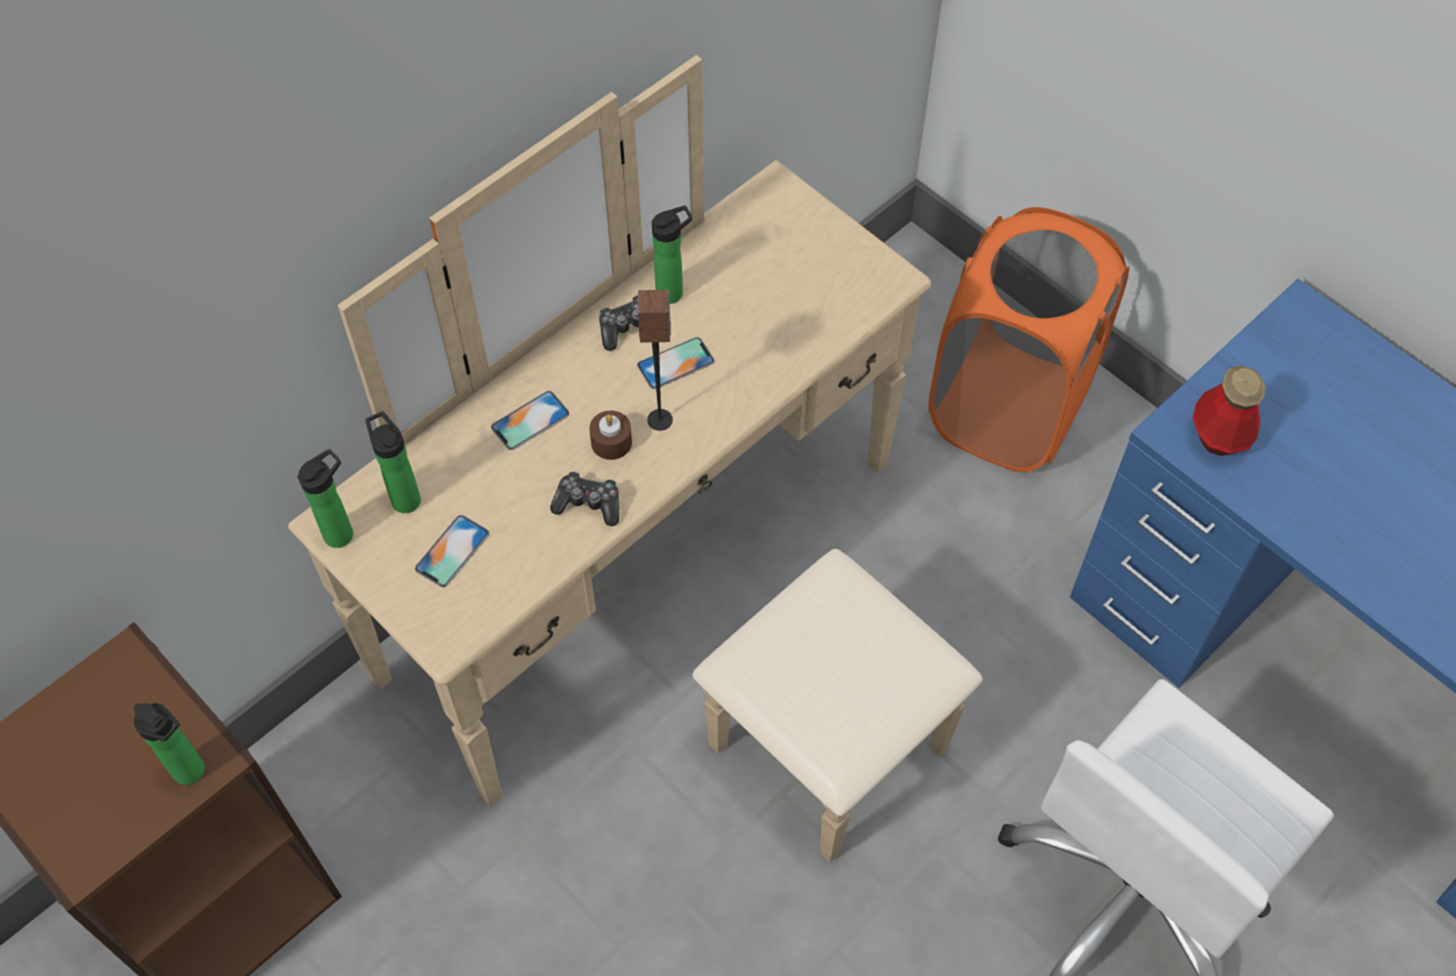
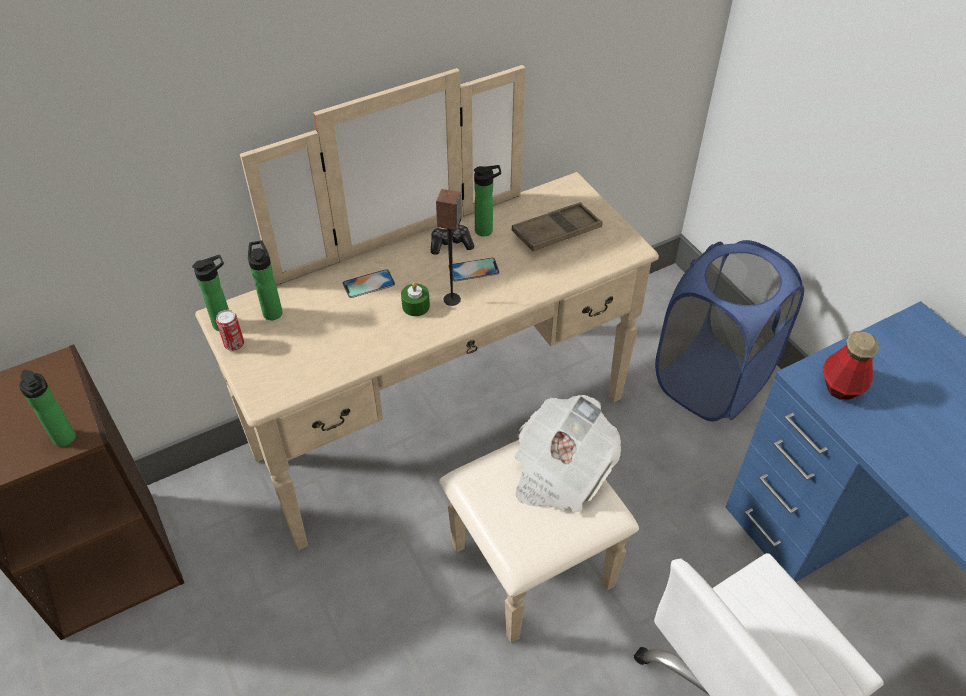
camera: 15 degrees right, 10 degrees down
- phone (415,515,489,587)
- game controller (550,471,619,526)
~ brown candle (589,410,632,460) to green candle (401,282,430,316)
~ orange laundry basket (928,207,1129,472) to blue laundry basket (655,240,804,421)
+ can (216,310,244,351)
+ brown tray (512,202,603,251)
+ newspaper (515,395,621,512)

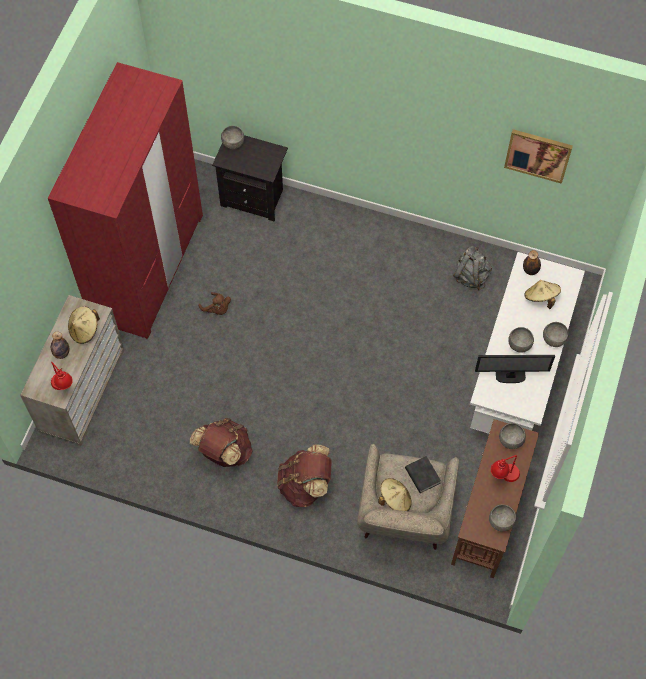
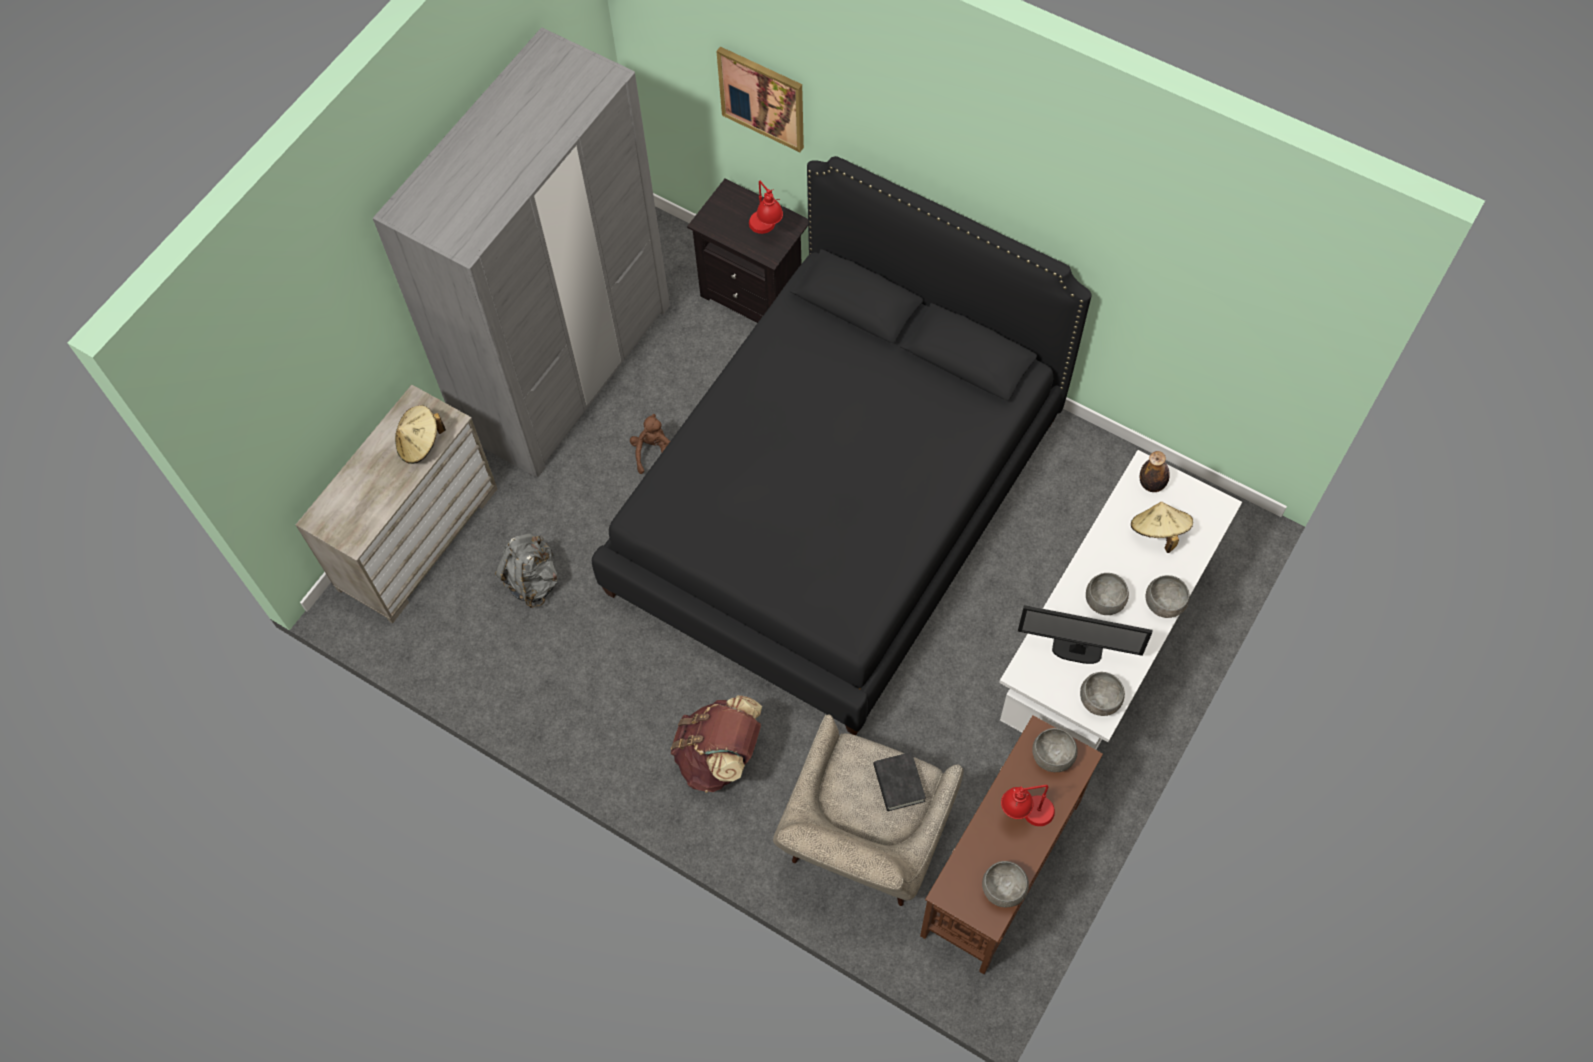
camera: 15 degrees right, 0 degrees up
~ red wardrobe (48,62,203,339) to grey wardrobe (373,27,670,478)
- bottle (51,332,70,359)
~ red table lamp (51,362,73,390) to (749,181,783,234)
- brown backpack (190,418,253,467)
~ brown plush toy (199,292,231,315) = (630,414,670,474) 150 degrees counterclockwise
~ grey bowl (221,126,244,149) to (1080,672,1125,716)
- beige hat (378,478,412,511)
~ grey backpack (453,246,492,290) to (495,533,558,608)
~ picture (504,129,573,184) to (716,47,804,152)
+ black bed (592,156,1092,735)

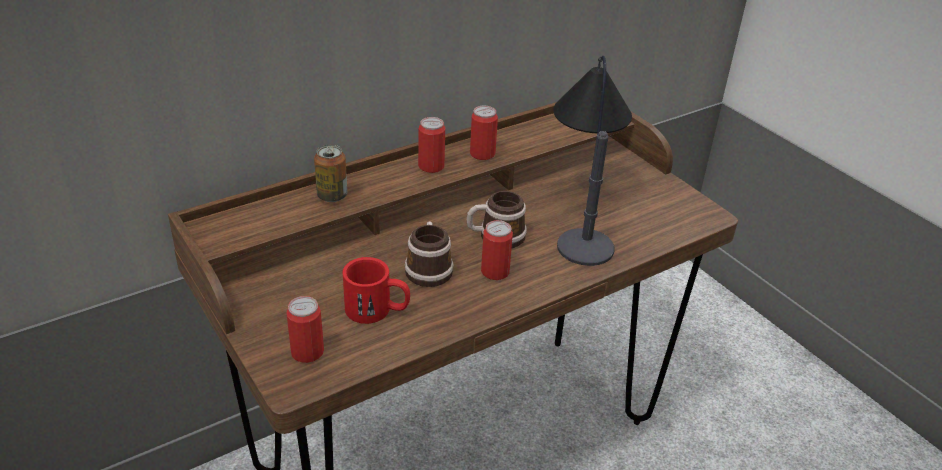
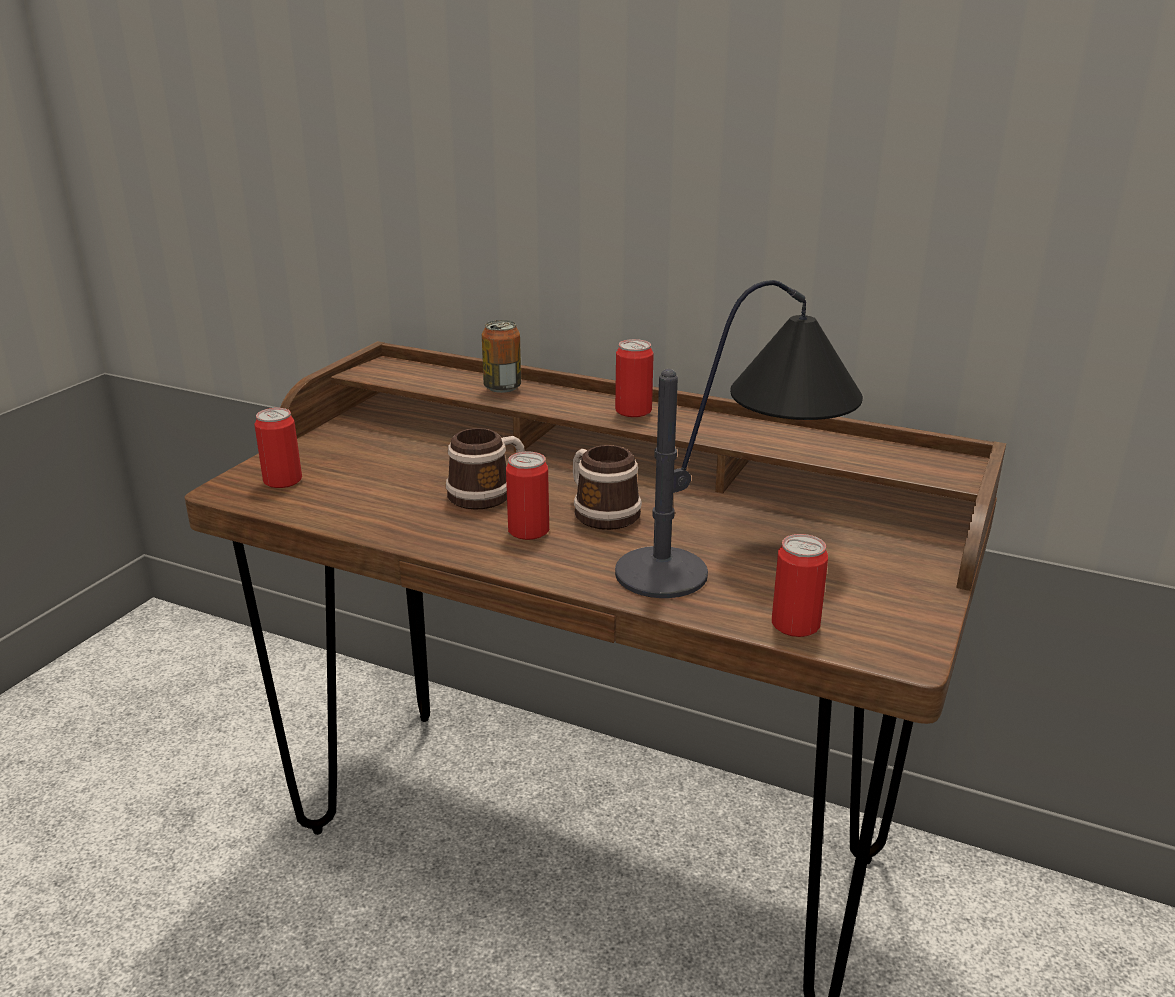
camera: 60 degrees right, 10 degrees down
- red mug (343,257,410,324)
~ can (470,106,498,160) to (772,534,828,637)

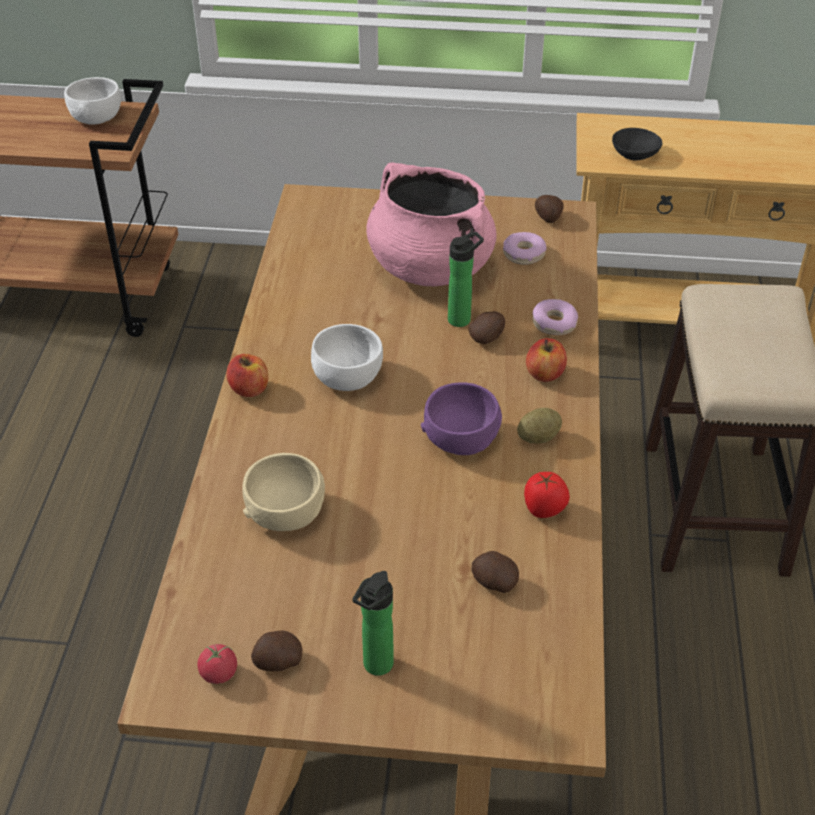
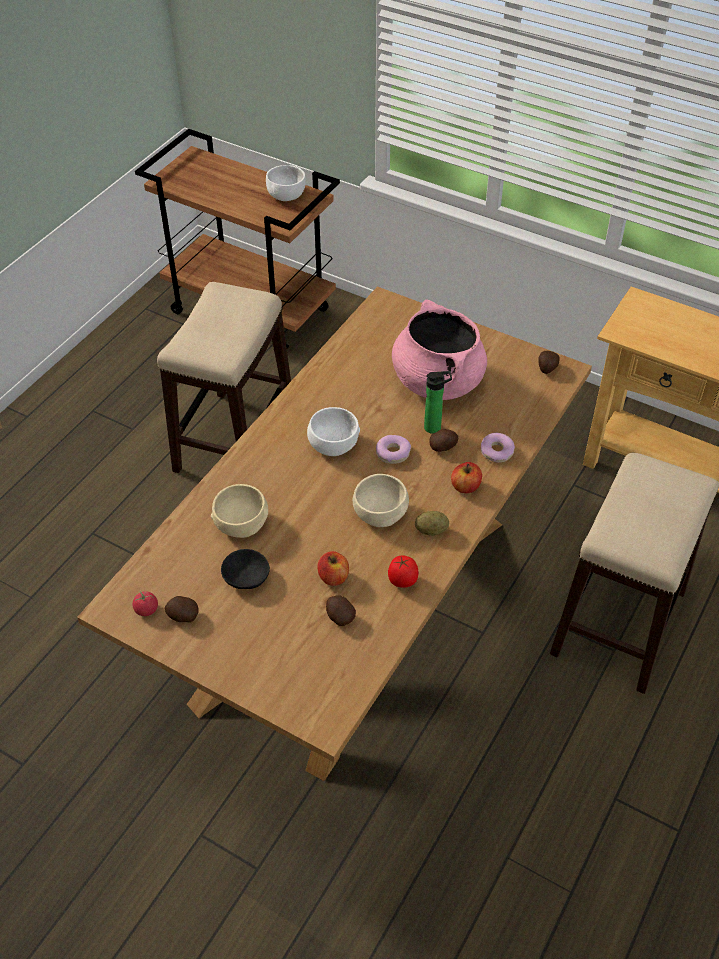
camera: 25 degrees right, 5 degrees up
~ apple (226,354,268,397) to (317,551,349,586)
- bottle (352,571,394,676)
~ purple bowl (421,382,502,455) to beige bowl (352,474,409,527)
~ donut (503,232,546,265) to (376,435,411,464)
~ black bowl (612,128,663,160) to (221,549,270,589)
+ stool (157,282,291,473)

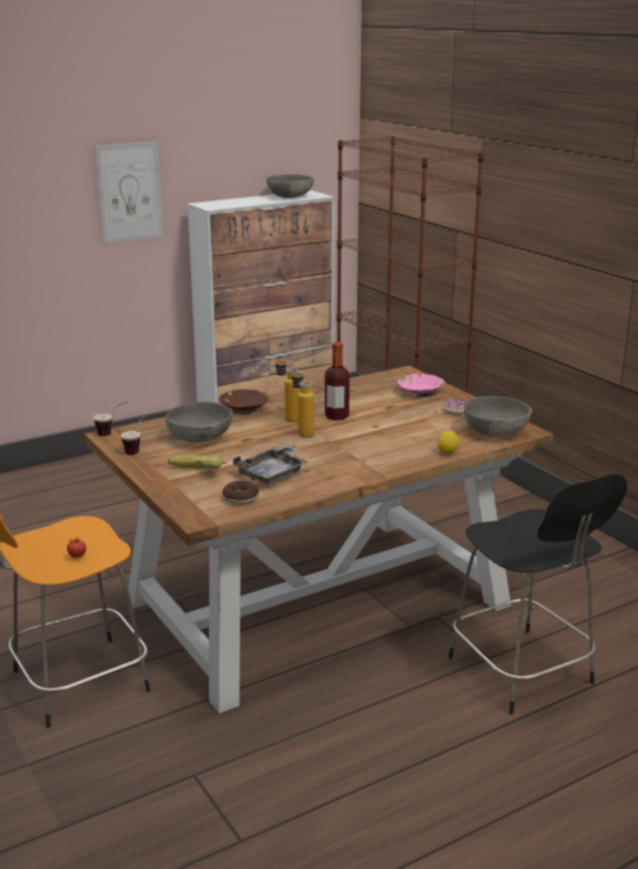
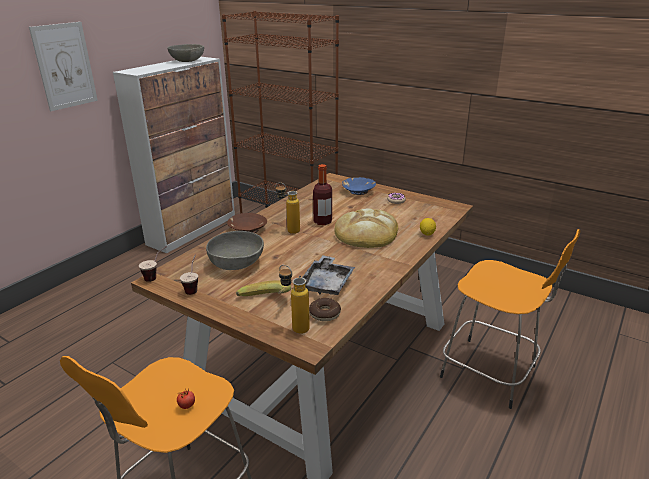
camera: 25 degrees left, 5 degrees up
~ bottle (291,367,314,438) to (279,265,310,334)
~ pink bowl (398,373,445,397) to blue bowl (342,177,376,195)
~ black stool (448,474,627,714) to orange stool (440,229,580,409)
- grey bowl (464,396,532,437)
+ bread (334,208,398,248)

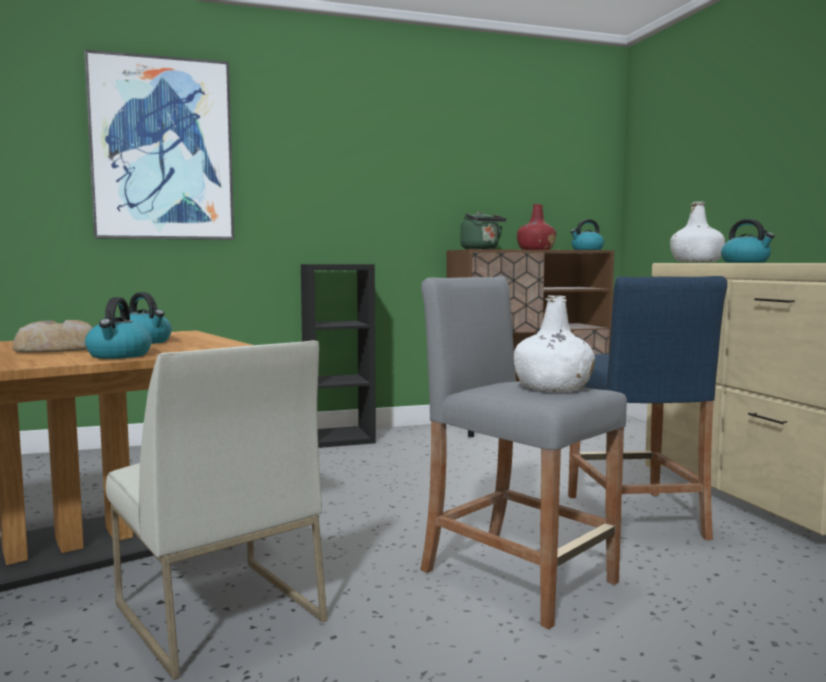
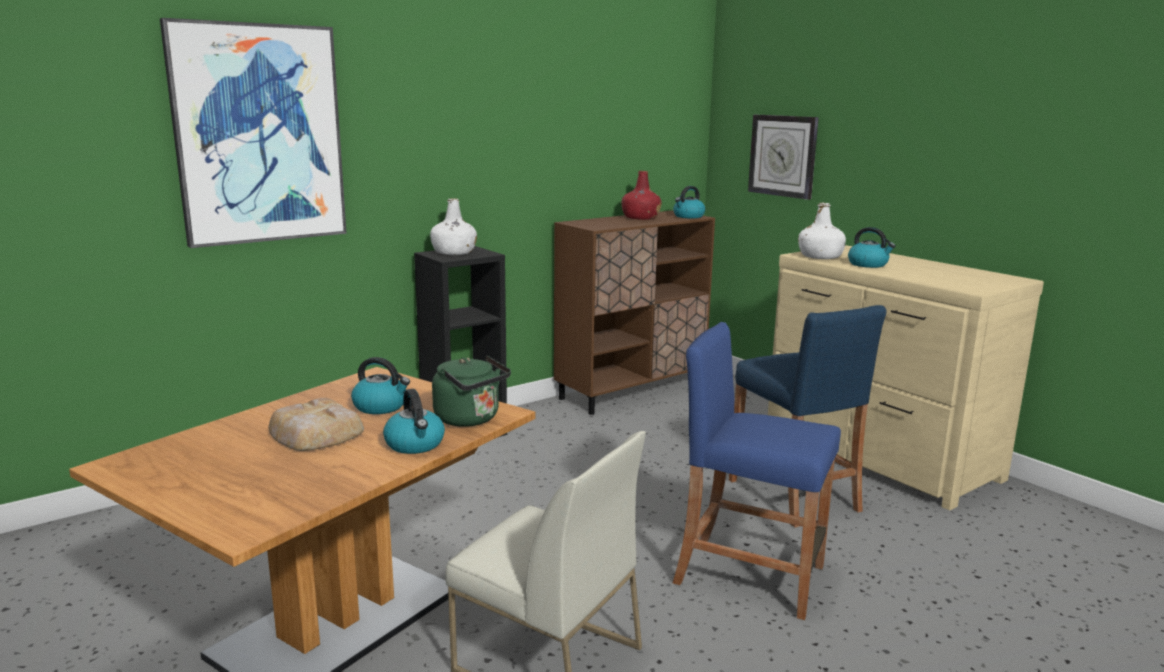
camera: 20 degrees left, 10 degrees up
~ grey stool (421,276,627,629) to blue stool (673,322,841,620)
~ green kettle (460,212,506,249) to (432,356,511,427)
~ white bottle (514,295,595,392) to (430,198,477,255)
+ wall clock (748,115,819,200)

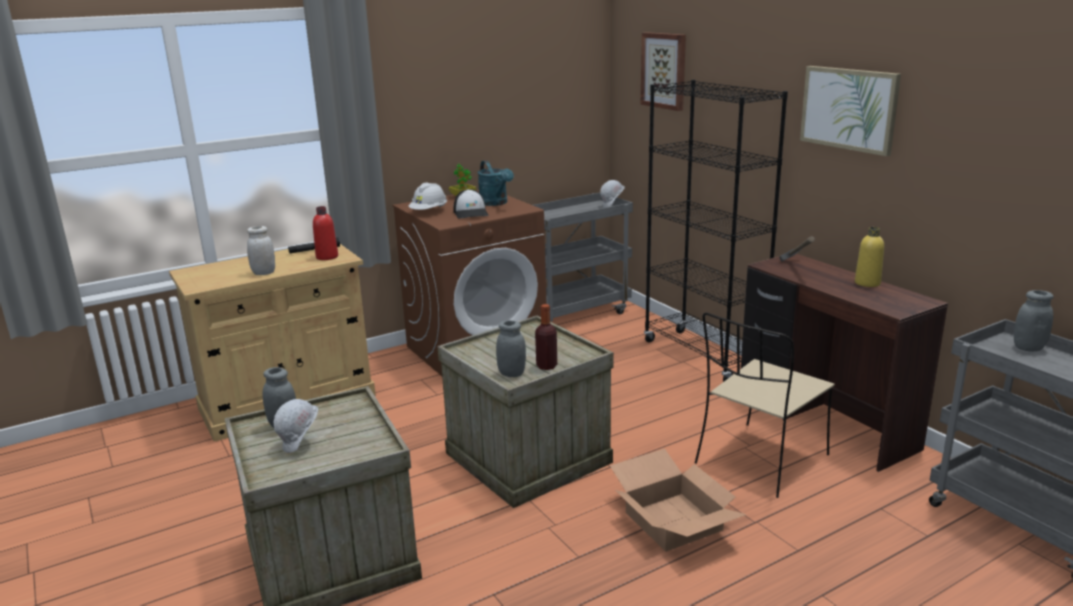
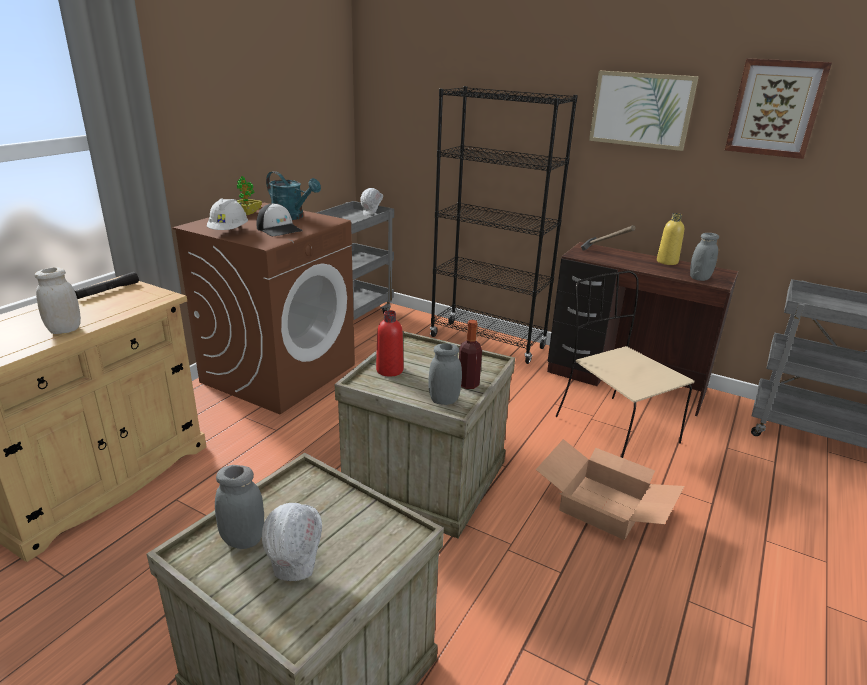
camera: 30 degrees left, 5 degrees up
~ red bottle (313,206,338,260) to (376,310,404,377)
~ picture (641,32,686,111) to (725,58,832,159)
~ beige chair (695,313,835,498) = (556,271,694,458) 135 degrees clockwise
~ grey jar (1014,290,1054,351) to (690,233,719,281)

